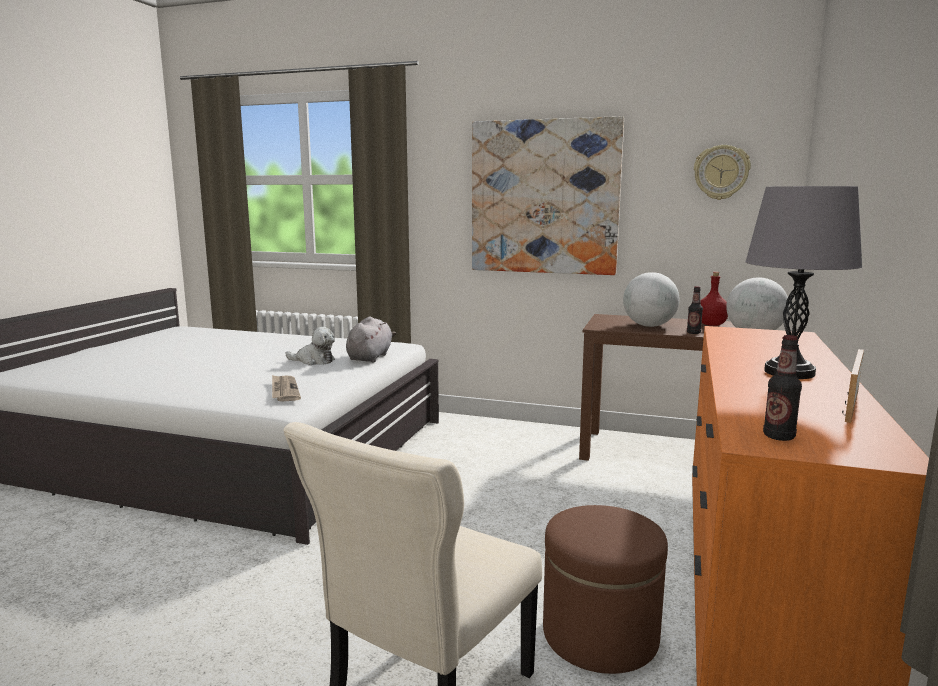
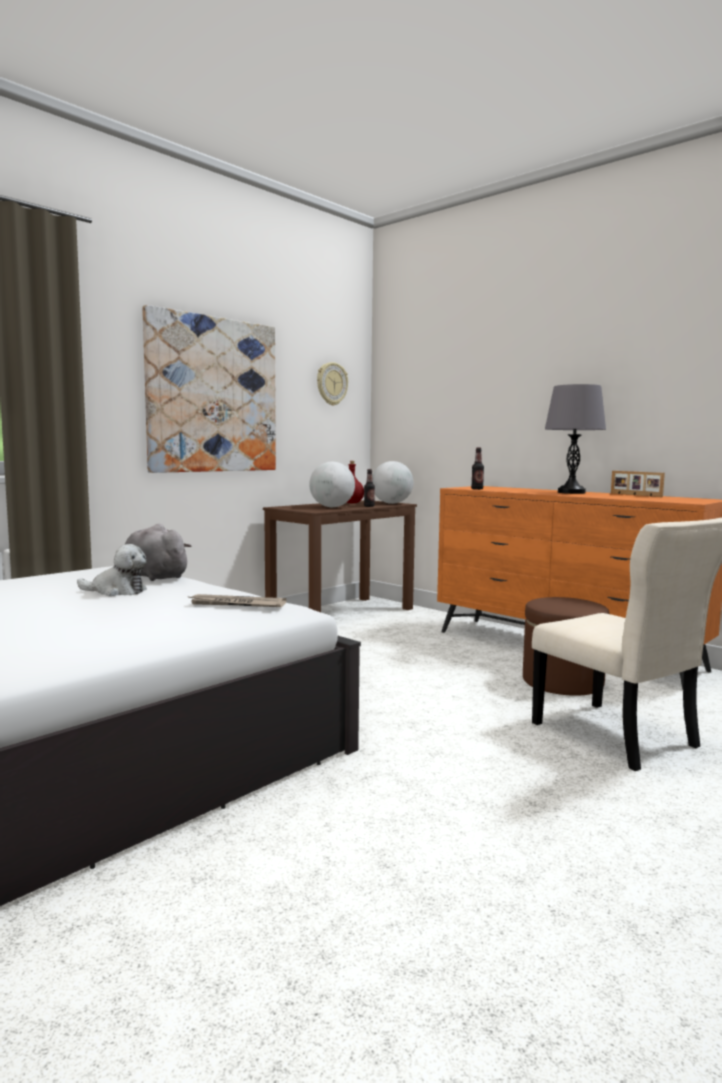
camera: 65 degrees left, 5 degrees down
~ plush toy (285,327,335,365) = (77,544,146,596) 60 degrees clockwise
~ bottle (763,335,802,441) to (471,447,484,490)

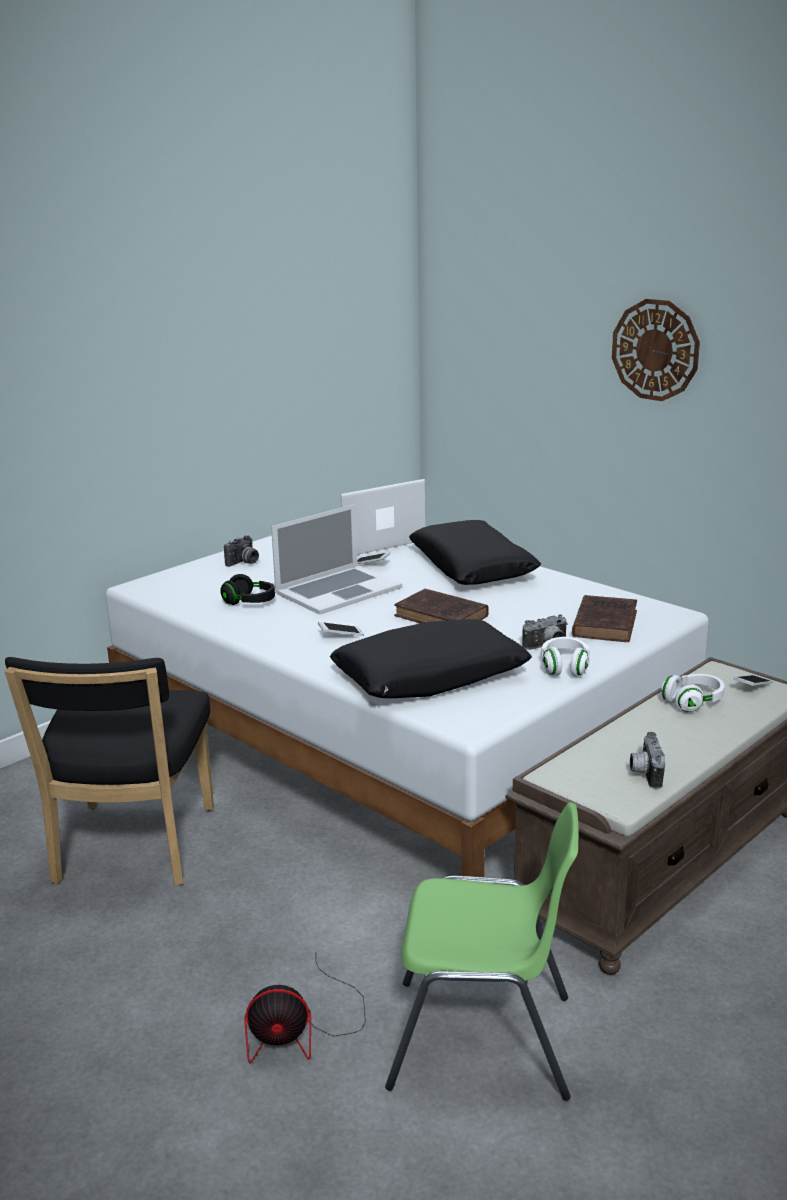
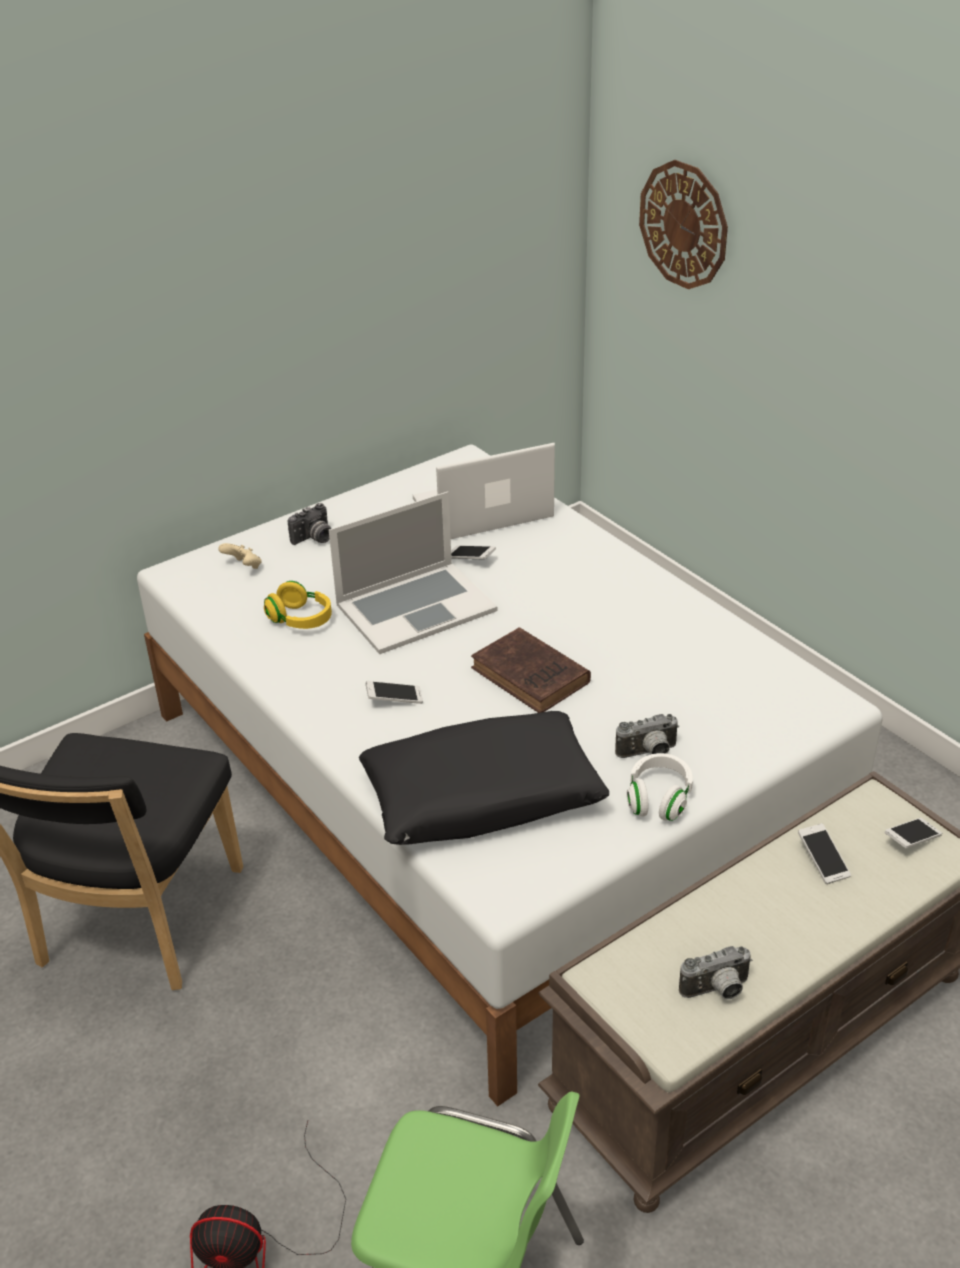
camera: 10 degrees right, 15 degrees up
~ black headphones (220,574,275,605) to yellow headphones (264,581,332,629)
- black pillow (409,520,541,585)
- brown book (572,595,637,642)
~ wall clock (612,299,700,401) to (639,160,728,289)
~ photo camera (630,732,665,789) = (679,946,752,999) 120 degrees counterclockwise
~ white headphones (661,674,724,712) to phone (798,823,851,884)
+ beige game controller (218,543,262,569)

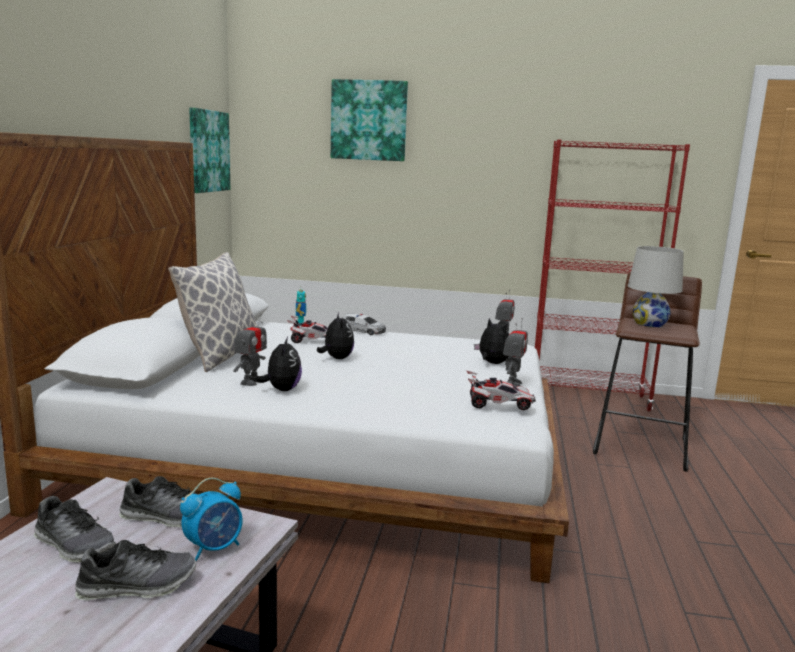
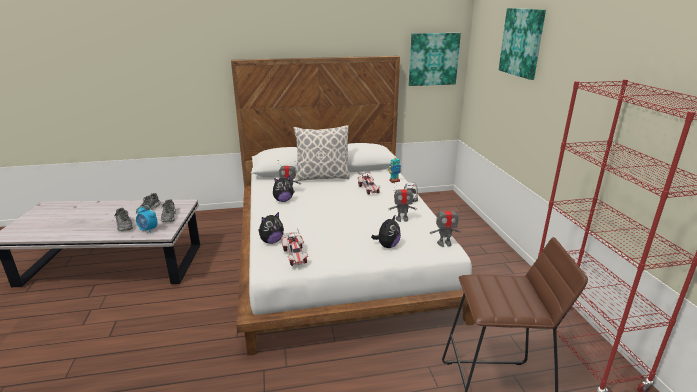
camera: 70 degrees right, 10 degrees up
~ plush toy (317,313,354,359) to (258,212,284,244)
~ toy robot (503,318,528,387) to (388,183,417,222)
- white table lamp (628,246,684,327)

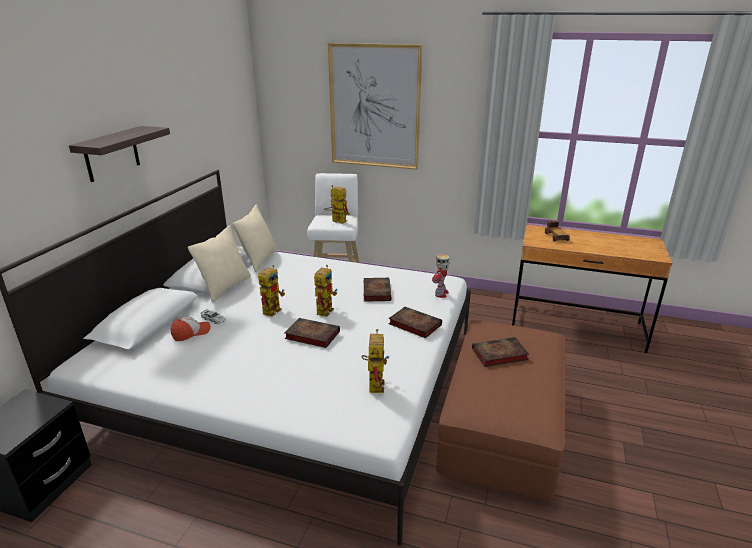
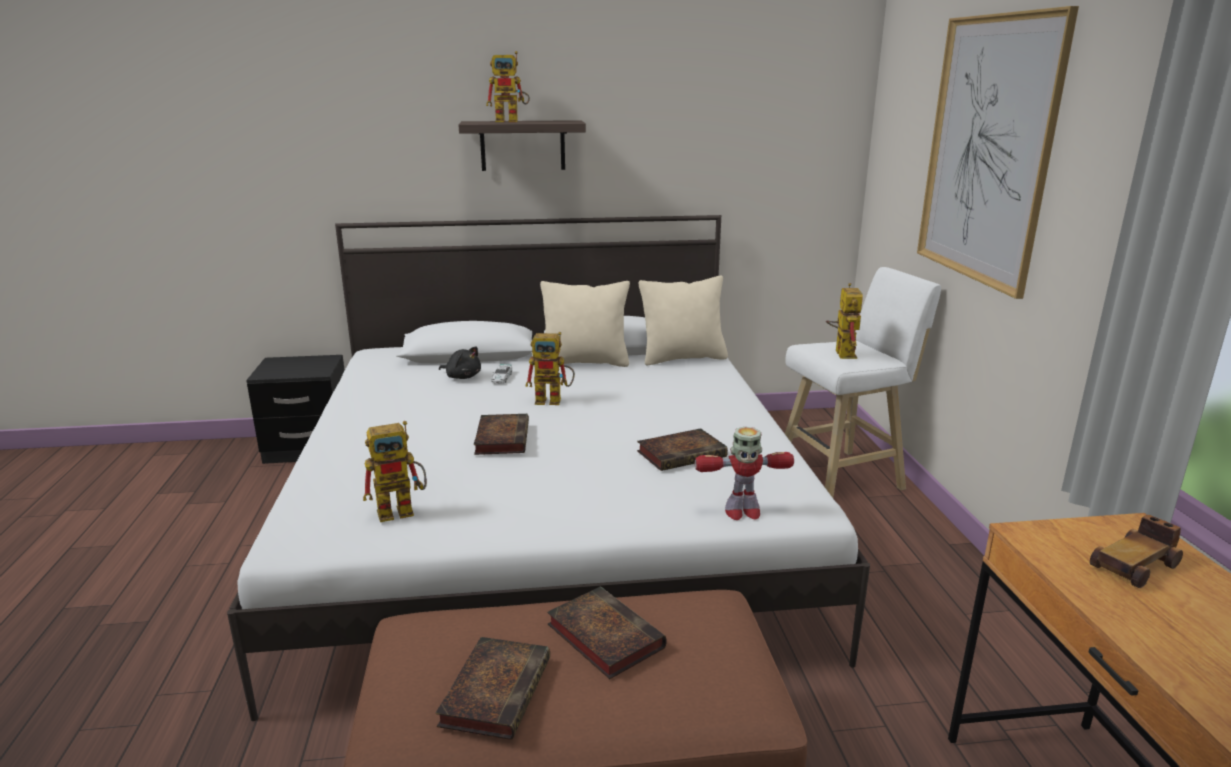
camera: 65 degrees right, 5 degrees down
~ cap (171,317,211,341) to black plush toy (439,347,481,379)
~ toy robot (314,265,338,317) to (486,51,530,122)
~ book (388,307,442,338) to (436,637,550,740)

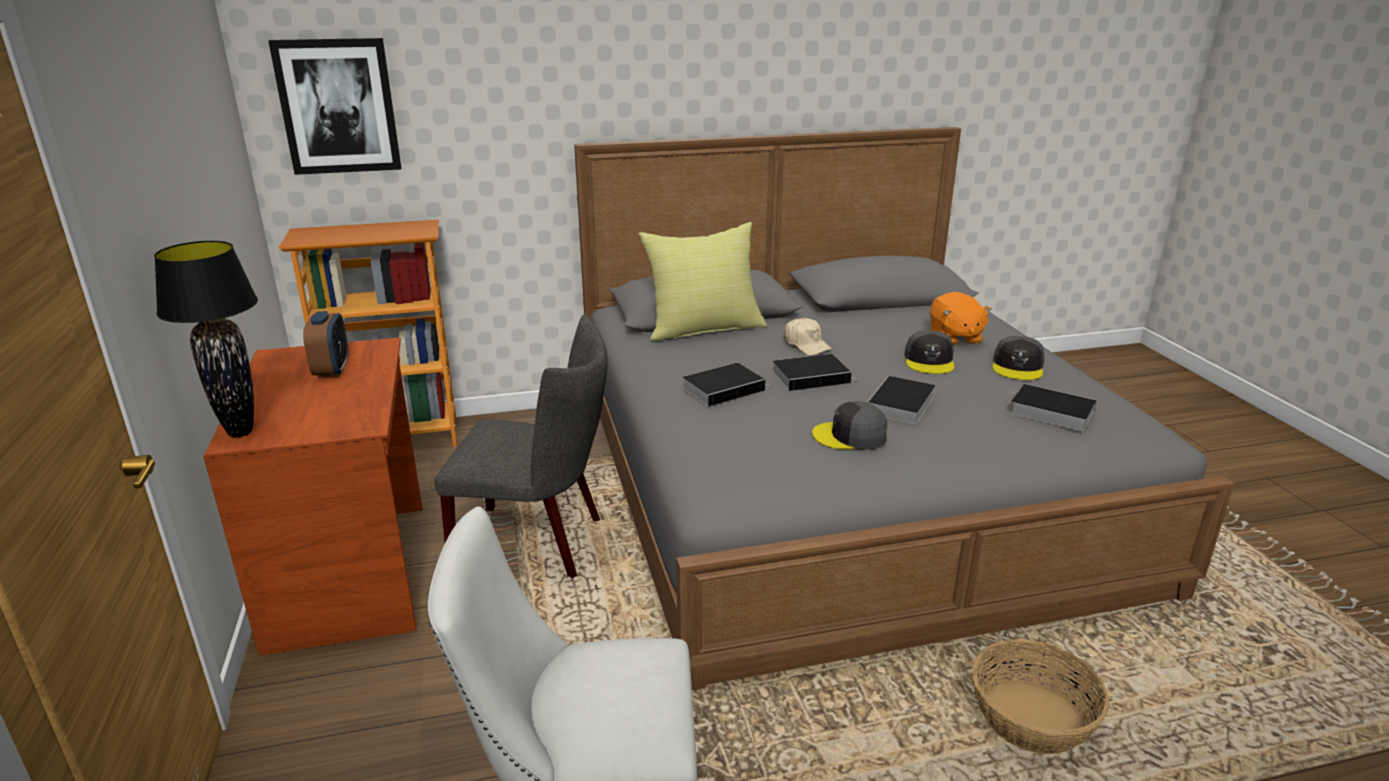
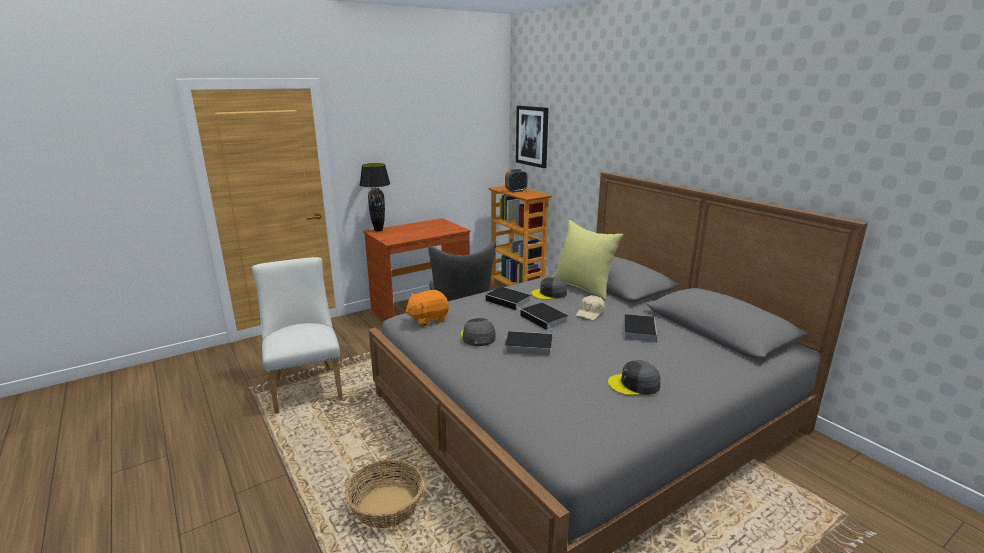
camera: 70 degrees right, 5 degrees down
~ alarm clock (303,311,348,378) to (505,169,528,193)
~ grey cap (905,330,955,374) to (531,277,567,300)
~ orange plush toy (930,292,992,346) to (405,290,449,326)
~ book (1008,384,1097,432) to (624,314,657,343)

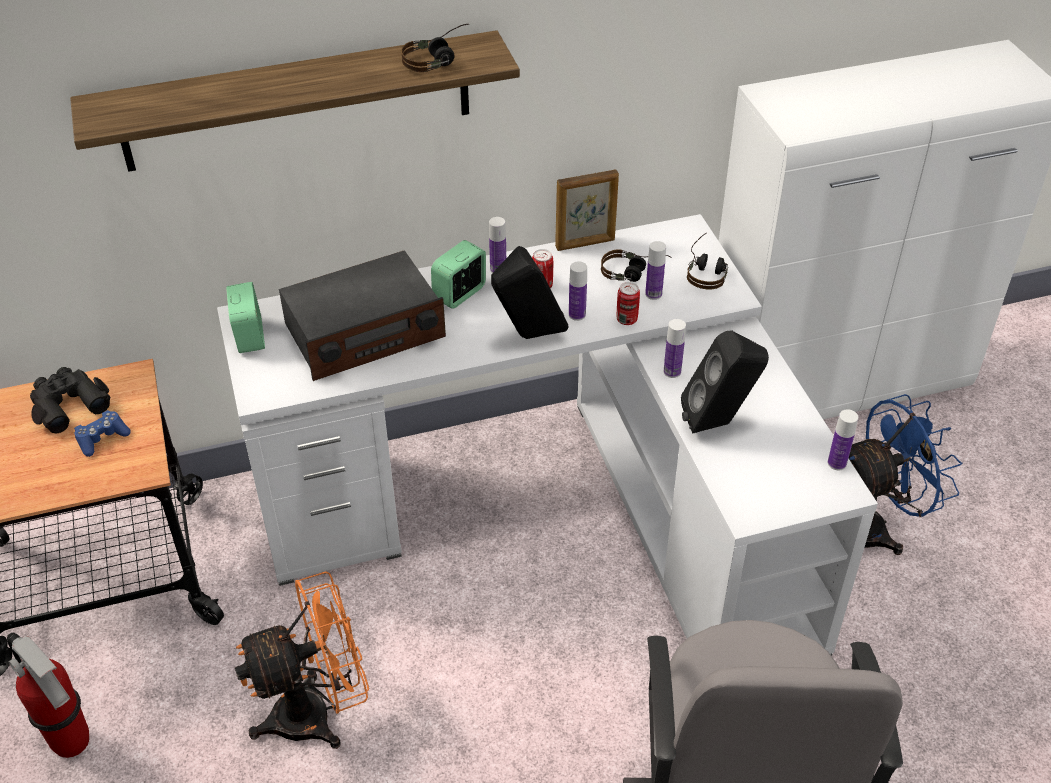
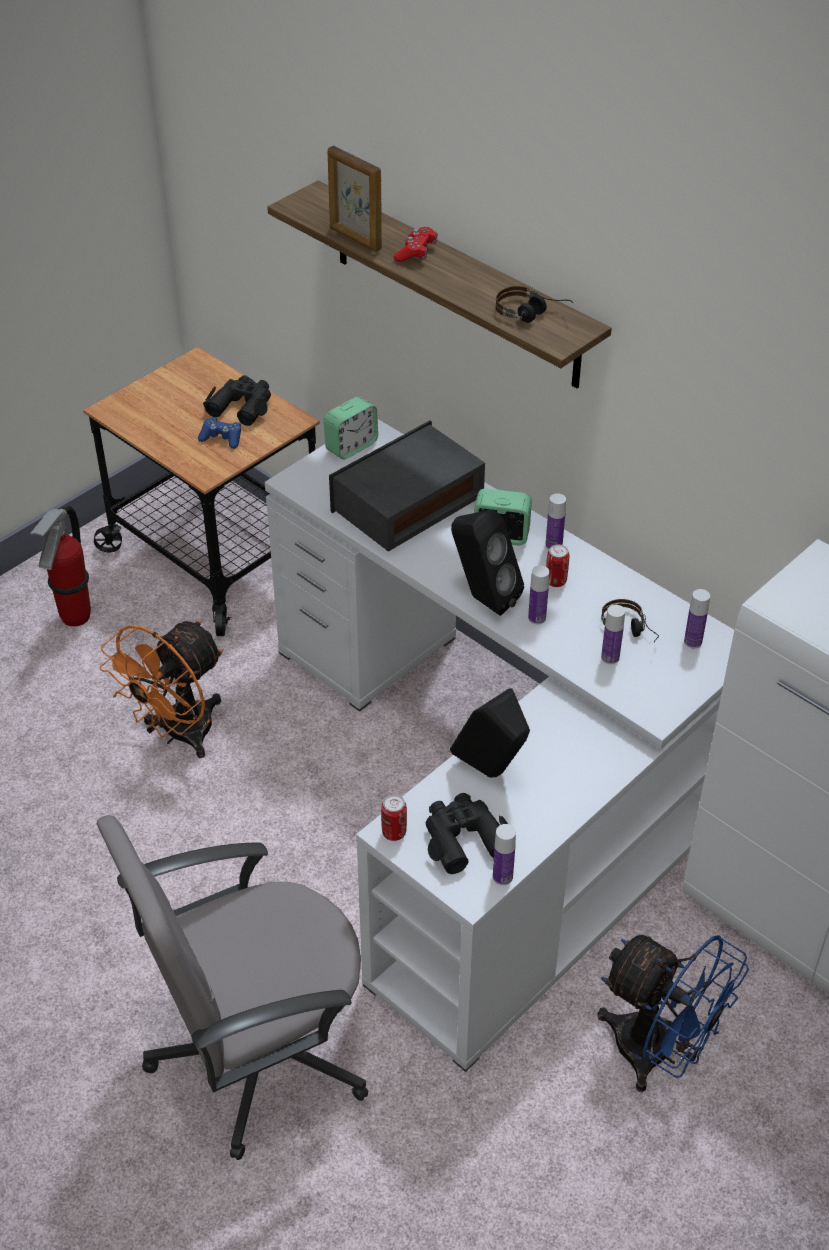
camera: 60 degrees right, 0 degrees up
~ orange fan (235,571,369,749) = (100,620,223,758) 90 degrees clockwise
~ radio (279,250,446,381) = (329,420,485,552) 105 degrees clockwise
~ picture frame (555,169,619,251) to (327,146,382,252)
~ can (617,282,640,325) to (381,794,407,841)
~ bottle (664,319,686,378) to (684,589,710,648)
- headphones (687,233,728,289)
+ red game controller (394,227,438,262)
+ black binoculars (426,793,508,874)

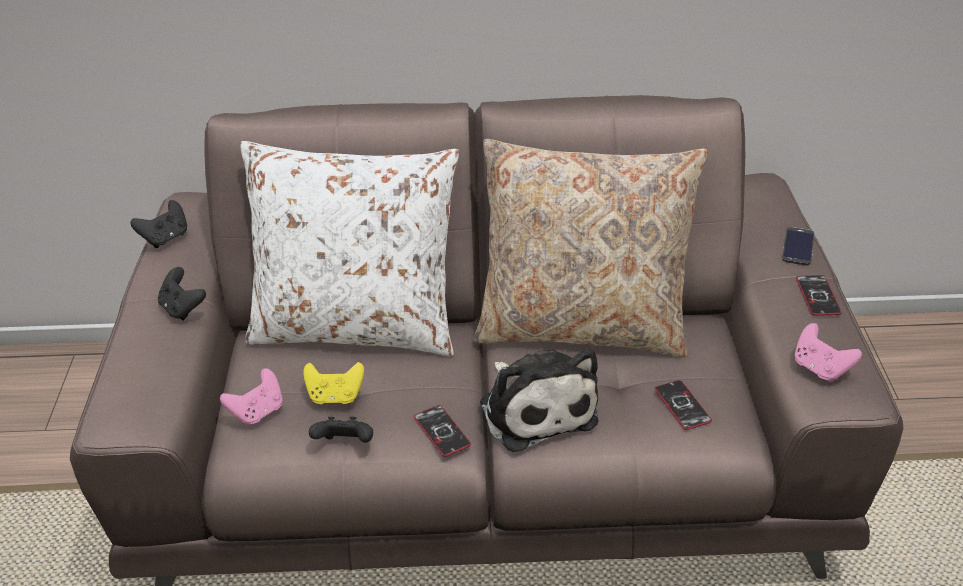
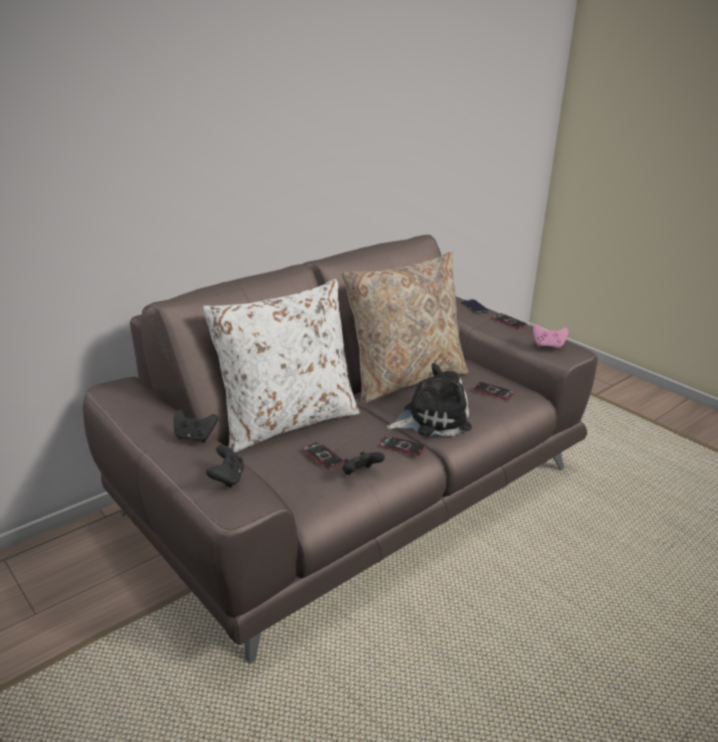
camera: 40 degrees left, 10 degrees down
~ black game controller (130,200,187,248) to (206,445,244,488)
- pink game controller (220,369,283,426)
~ yellow game controller (303,362,364,404) to phone (303,442,344,469)
~ plush toy (480,348,598,452) = (387,363,472,436) 45 degrees counterclockwise

